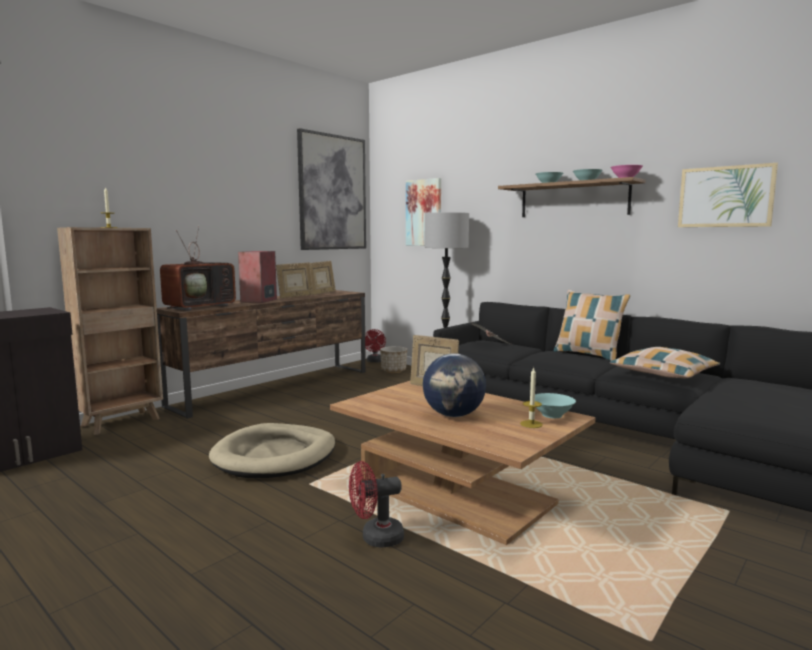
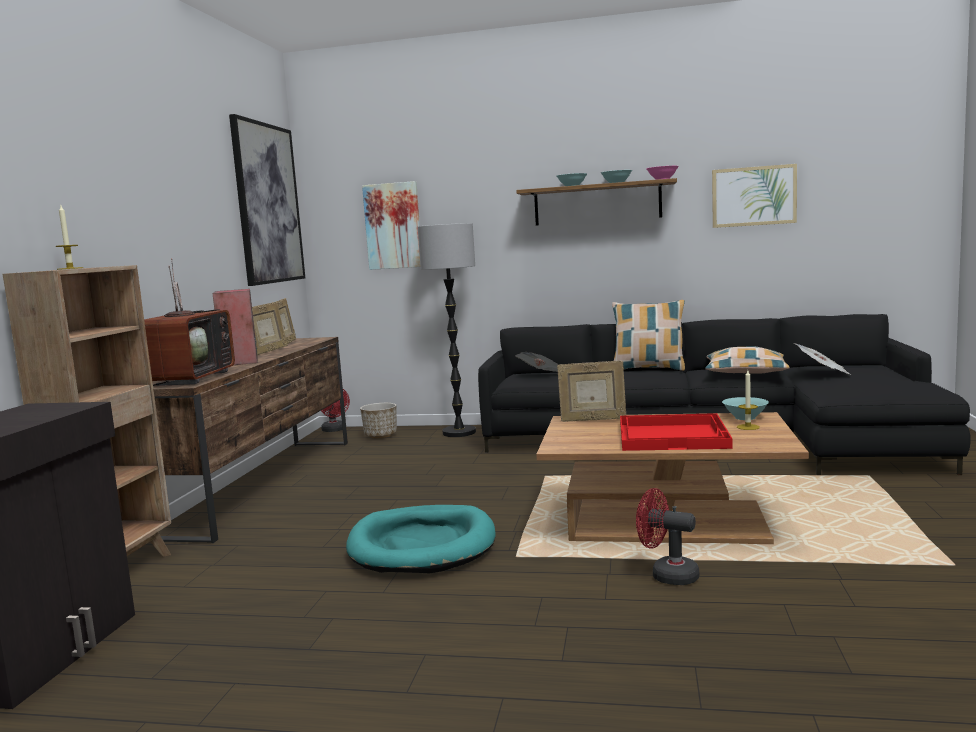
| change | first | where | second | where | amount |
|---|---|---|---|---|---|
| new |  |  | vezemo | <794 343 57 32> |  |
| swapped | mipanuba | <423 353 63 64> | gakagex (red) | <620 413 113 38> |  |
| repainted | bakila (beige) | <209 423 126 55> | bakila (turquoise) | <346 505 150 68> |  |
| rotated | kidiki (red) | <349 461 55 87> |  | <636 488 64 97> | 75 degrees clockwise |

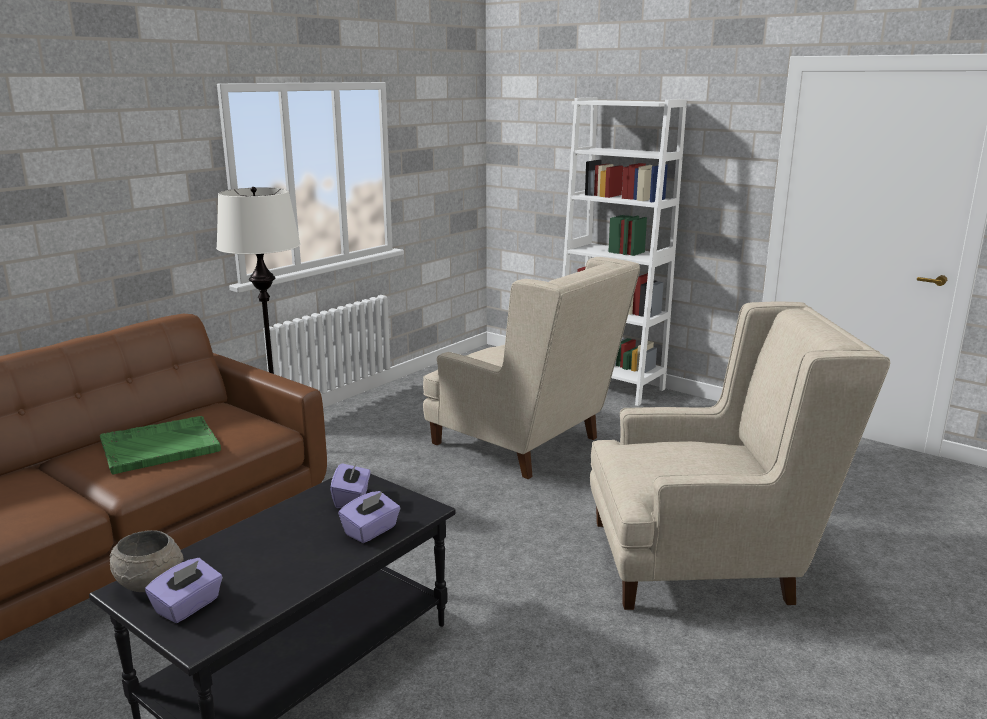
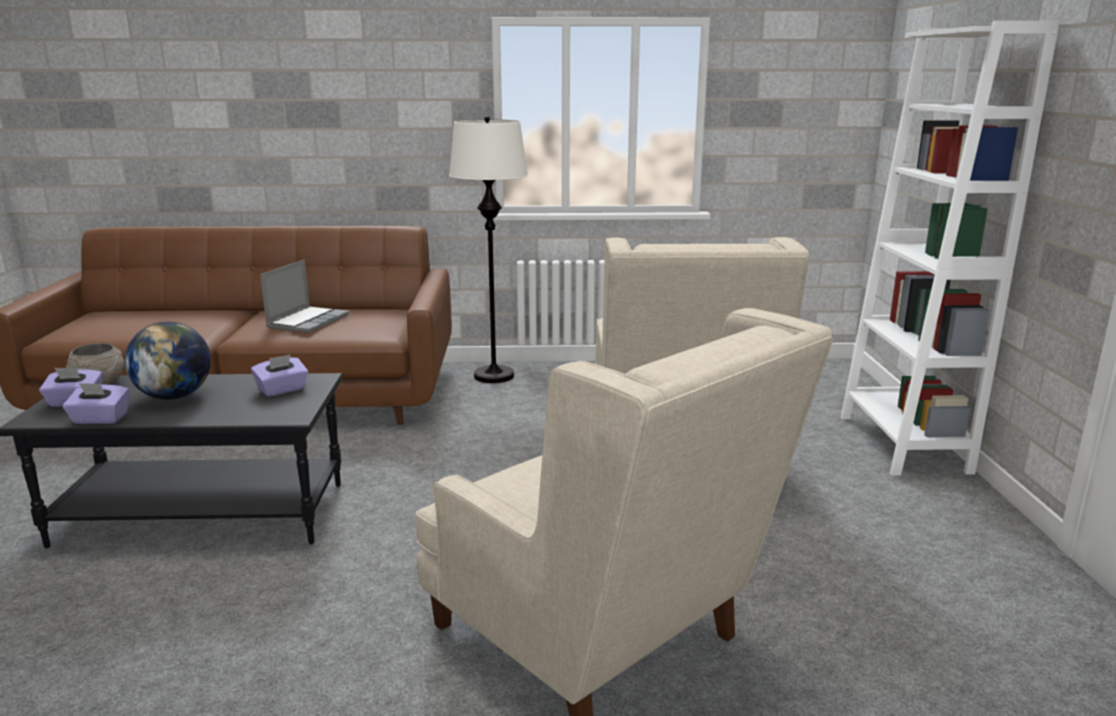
| change | first | where | second | where | amount |
|---|---|---|---|---|---|
| new |  |  | mipanuba | <125 322 86 78> |  |
| shifted | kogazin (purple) | <338 491 63 52> |  | <63 383 66 41> |  |
| swapped | gakagex (green) | <100 416 121 59> | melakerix | <260 260 90 73> |  |

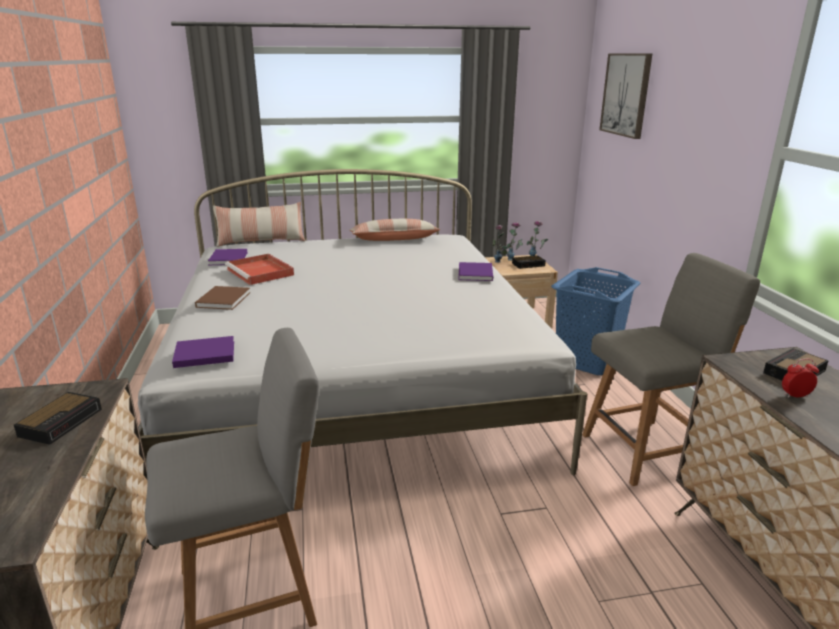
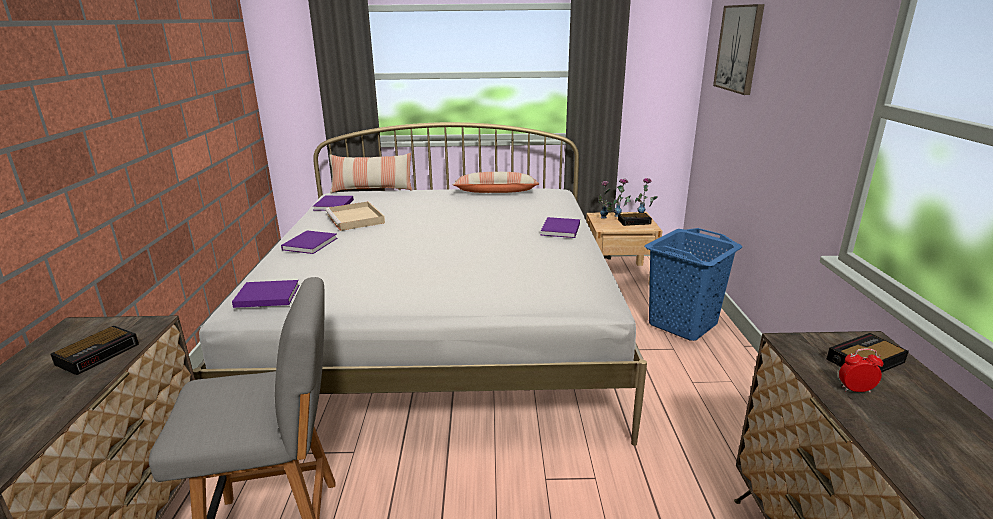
| change | first | where | second | where | amount |
|---|---|---|---|---|---|
| gone | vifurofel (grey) | <582 253 178 233> |  |  |  |
| repainted | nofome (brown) | <195 286 56 24> | nofome (purple) | <281 230 56 24> |  |
| repainted | gakagex (red) | <225 254 69 31> | gakagex (beige) | <325 201 60 30> |  |

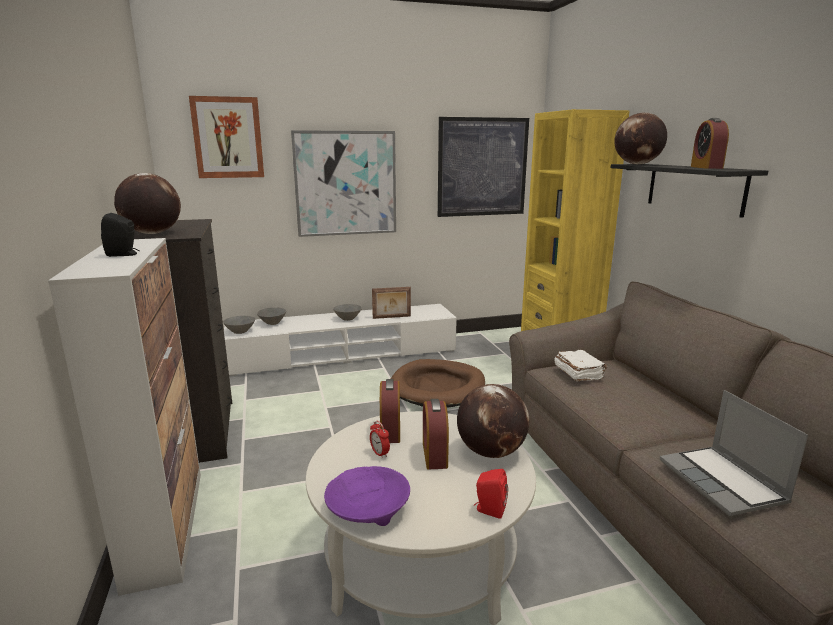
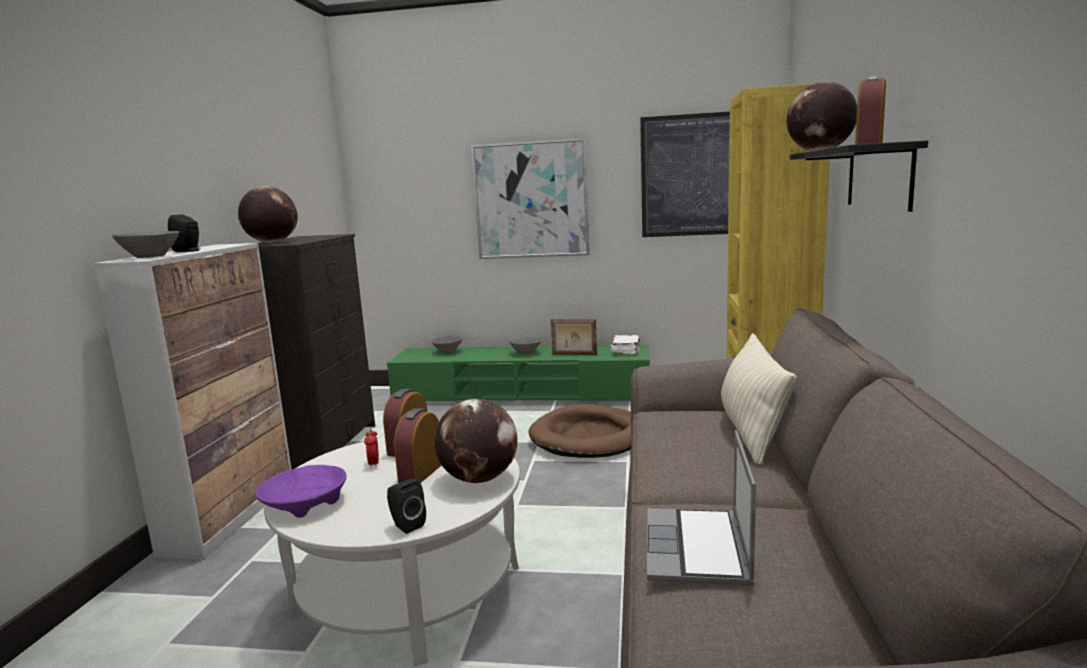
| change | first | where | second | where | amount |
|---|---|---|---|---|---|
| gone | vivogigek | <189 96 75 82> |  |  |  |
| new |  |  | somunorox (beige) | <721 333 76 132> |  |
| shifted | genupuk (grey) | <223 316 32 18> |  | <112 231 67 27> |  |
| shifted | nofome (white) | <554 350 53 31> |  | <611 335 29 20> |  |
| repainted | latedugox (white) | <224 304 233 72> | latedugox (green) | <387 345 263 58> |  |
| repainted | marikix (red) | <474 469 34 50> | marikix (black) | <387 479 39 55> |  |

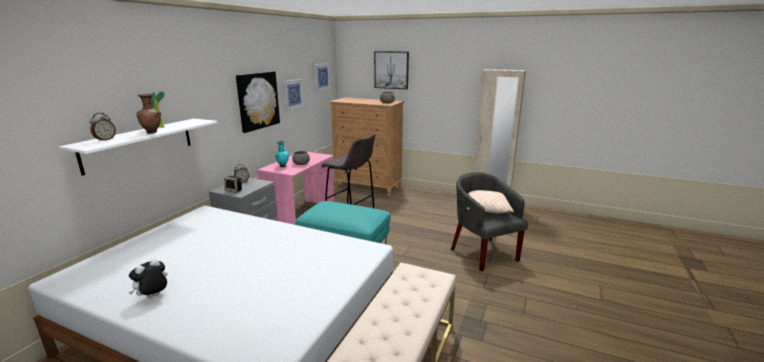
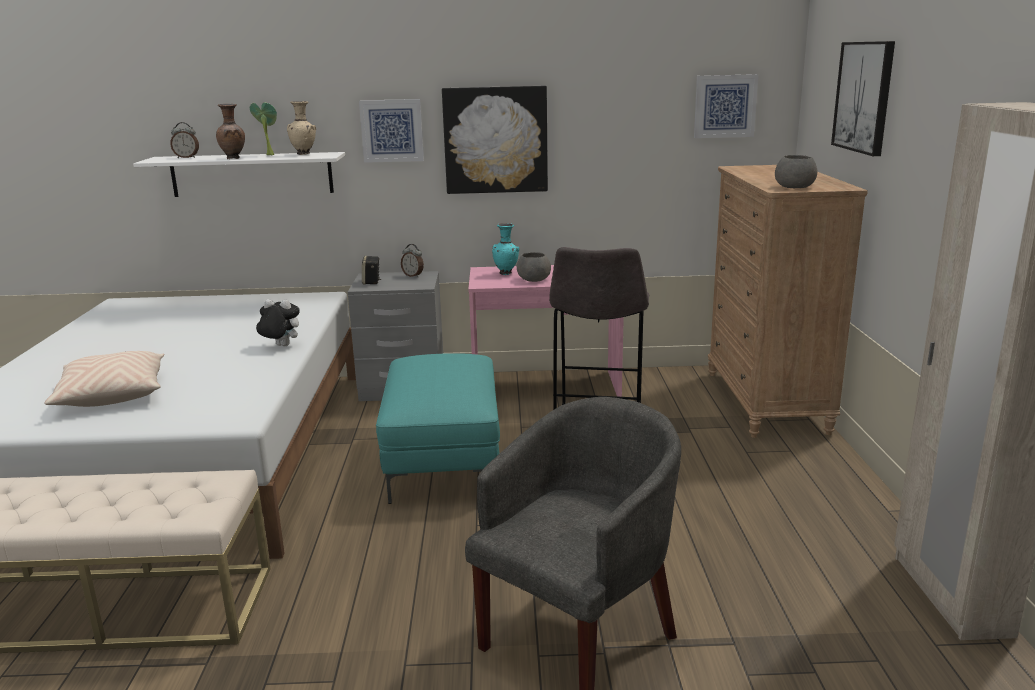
| change | first | where | second | where | amount |
|---|---|---|---|---|---|
| new |  |  | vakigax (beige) | <287 101 29 54> |  |
| shifted | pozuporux | <129 259 38 39> |  | <256 299 44 47> |  |
| shifted | vivogigek | <283 79 21 31> |  | <359 99 65 64> |  |
| shifted | somunorox (beige) | <467 190 47 23> |  | <44 351 120 56> |  |

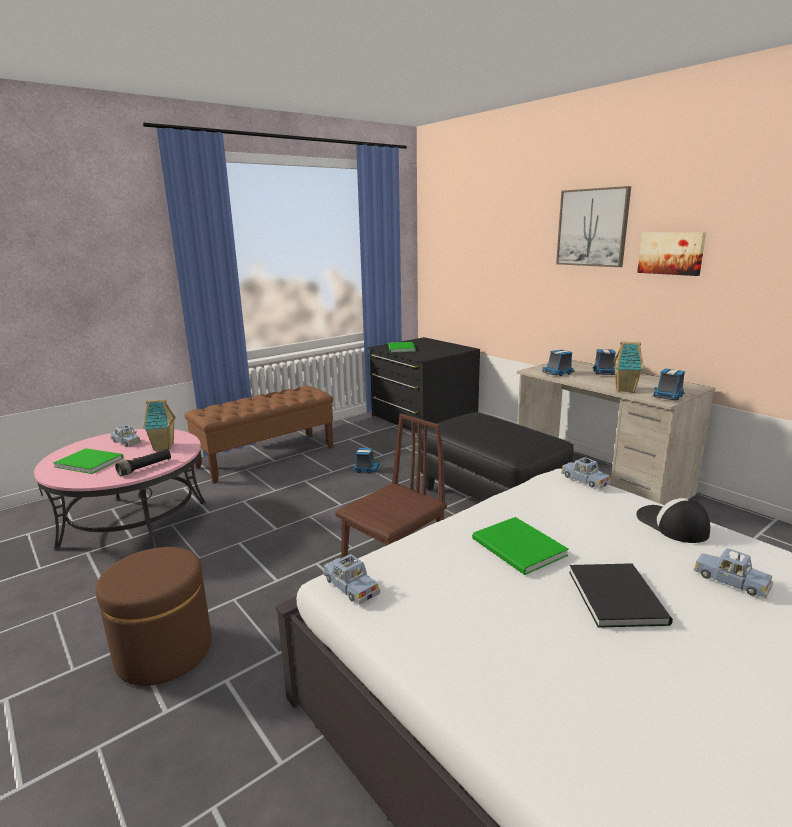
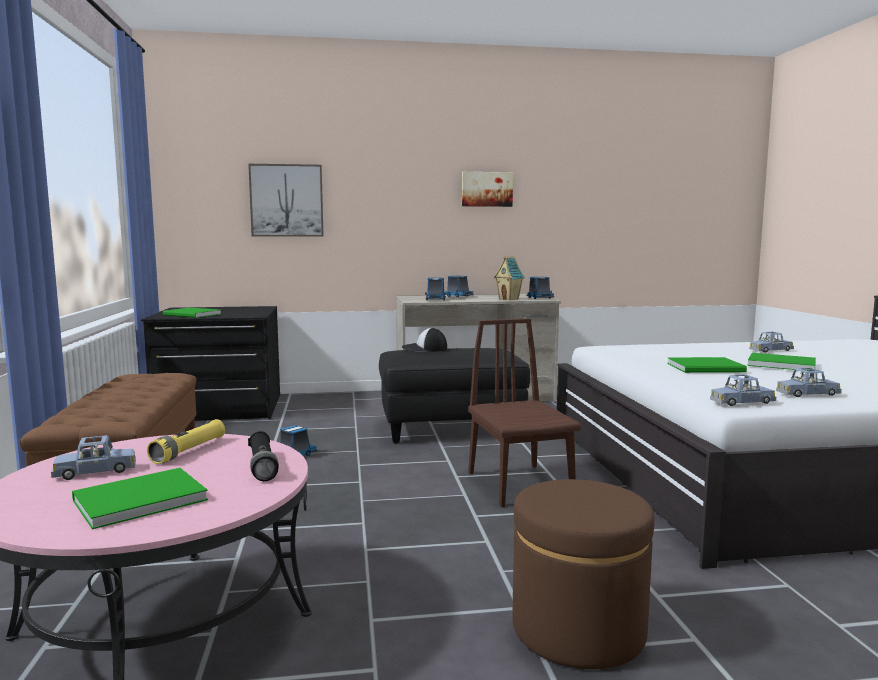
| change | first | where | second | where | amount |
|---|---|---|---|---|---|
| shifted | vivogigek | <556 186 75 81> |  | <248 164 76 72> |  |
| shifted | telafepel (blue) | <561 457 50 32> |  | <776 368 66 29> |  |
| shifted | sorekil | <636 498 74 45> |  | <402 328 45 24> |  |
| swapped | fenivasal | <143 399 33 51> | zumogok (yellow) | <147 419 78 45> |  |
| repainted | nofome (black) | <569 563 104 65> | nofome (green) | <747 353 69 18> |  |

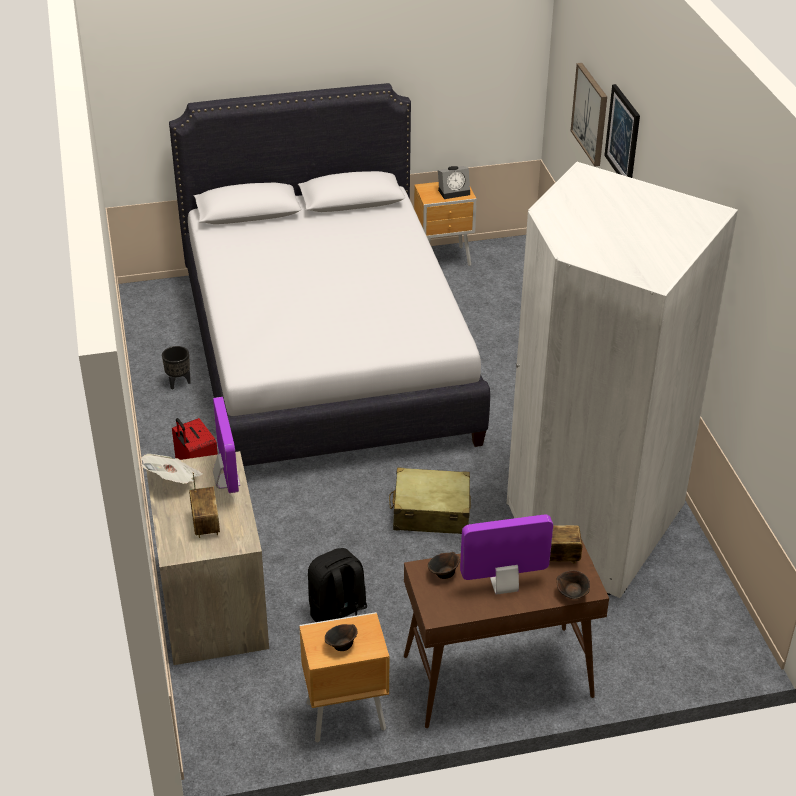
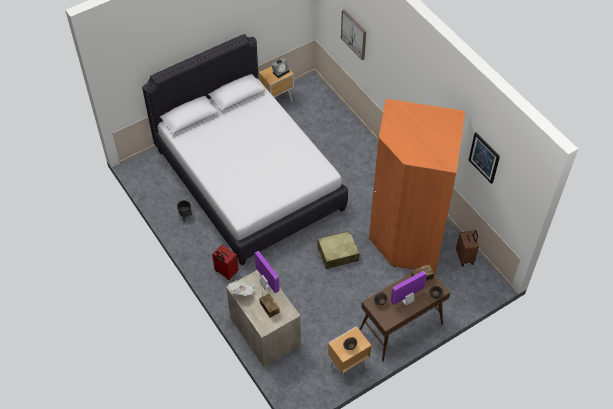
| change | first | where | second | where | amount |
|---|---|---|---|---|---|
| gone | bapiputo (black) | <308 548 59 74> |  |  |  |
| new |  |  | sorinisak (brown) | <456 230 23 36> |  |
| shifted | vivogigek | <604 84 36 94> |  | <469 133 31 51> |  |
| repainted | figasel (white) | <507 162 231 436> | figasel (orange) | <369 99 96 174> |  |

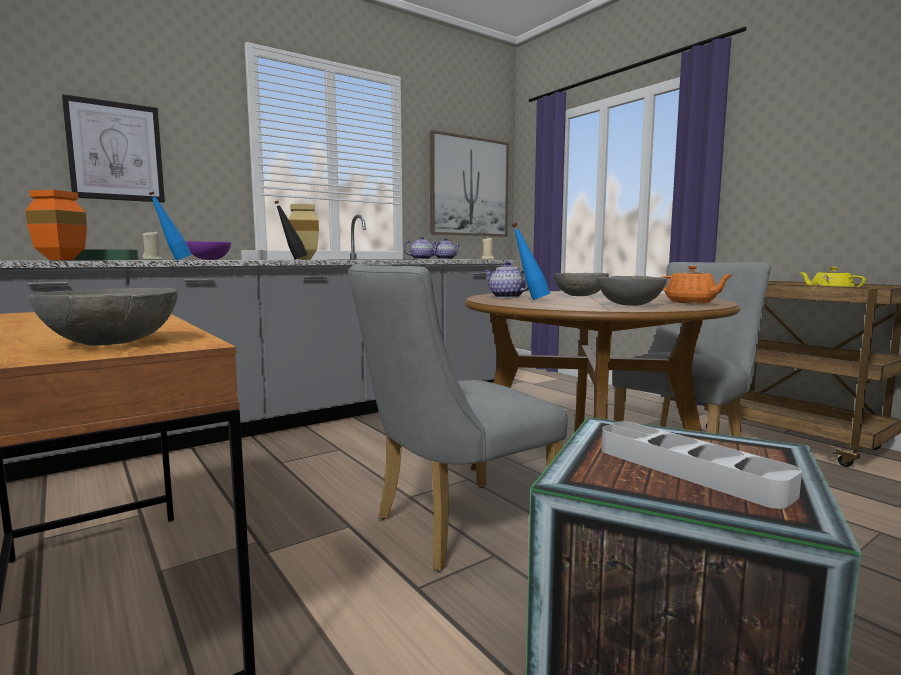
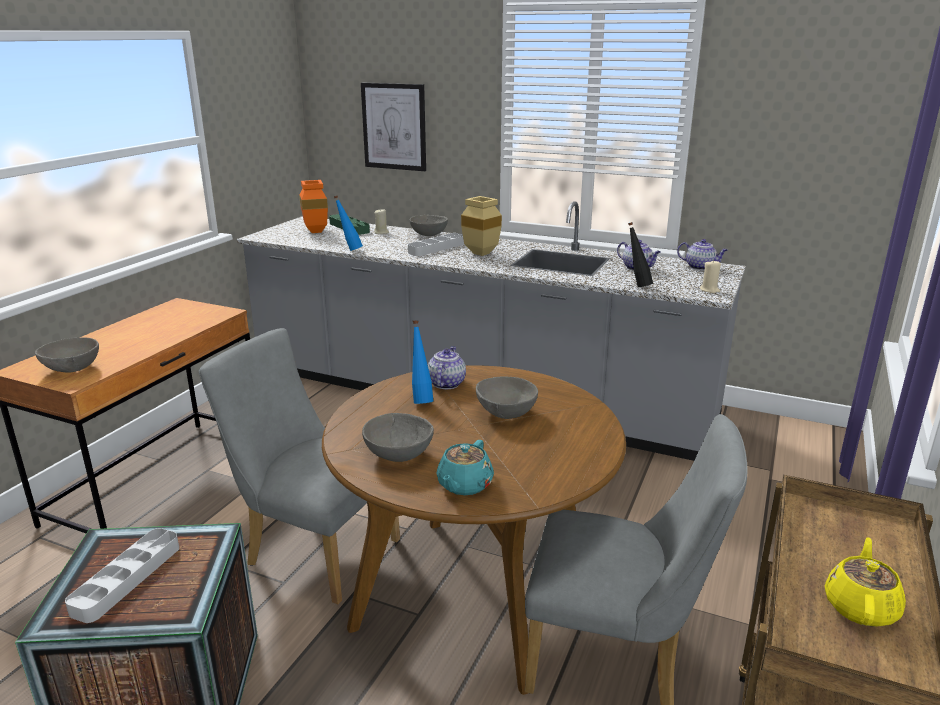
| change | first | where | second | where | amount |
|---|---|---|---|---|---|
| gone | vivogigek | <430 130 79 107> |  |  |  |
| shifted | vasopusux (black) | <274 201 34 59> |  | <628 222 25 65> |  |
| repainted | genupuk (purple) | <186 241 45 19> | genupuk (grey) | <410 215 38 21> |  |
| repainted | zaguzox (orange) | <662 265 70 39> | zaguzox (turquoise) | <436 440 58 55> |  |

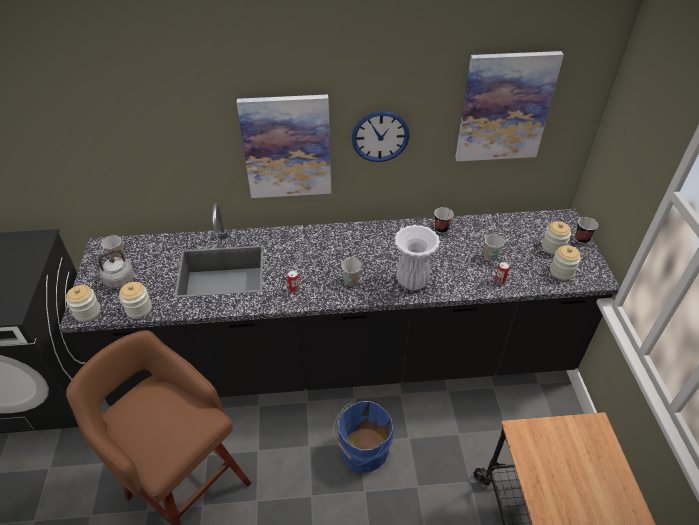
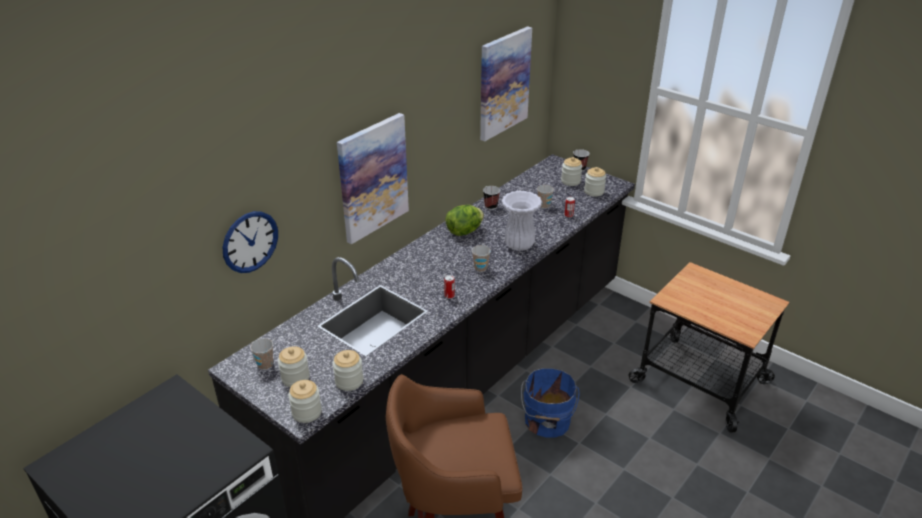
| change | first | where | second | where | amount |
|---|---|---|---|---|---|
| new |  |  | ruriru | <445 205 39 31> |  |
| shifted | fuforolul | <352 111 58 51> |  | <223 211 55 62> |  |
| swapped | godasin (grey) | <88 250 46 38> | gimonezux | <278 346 32 41> |  |

